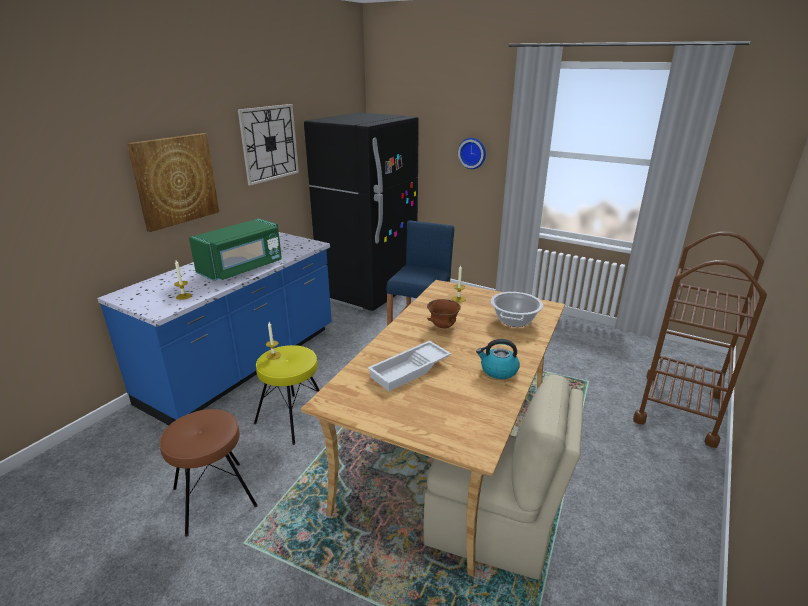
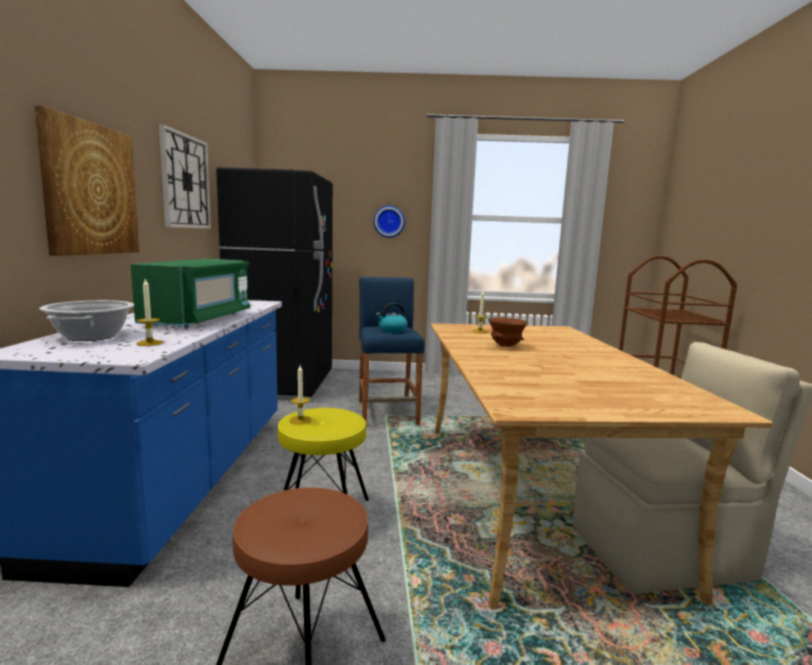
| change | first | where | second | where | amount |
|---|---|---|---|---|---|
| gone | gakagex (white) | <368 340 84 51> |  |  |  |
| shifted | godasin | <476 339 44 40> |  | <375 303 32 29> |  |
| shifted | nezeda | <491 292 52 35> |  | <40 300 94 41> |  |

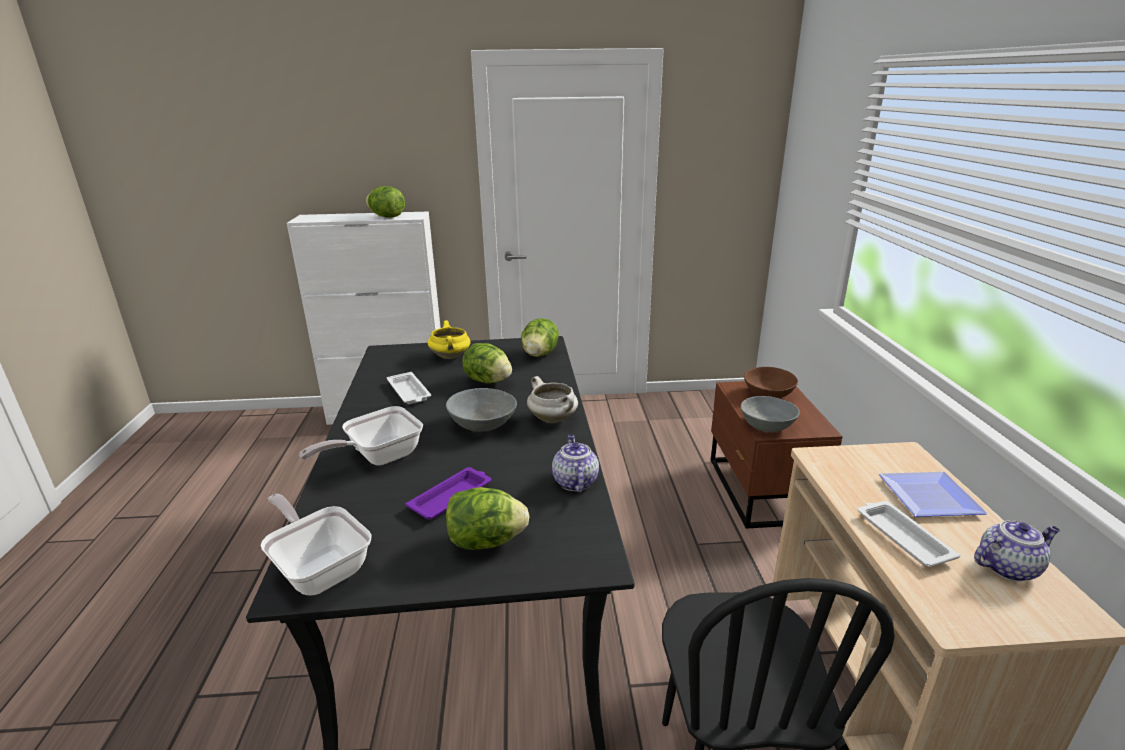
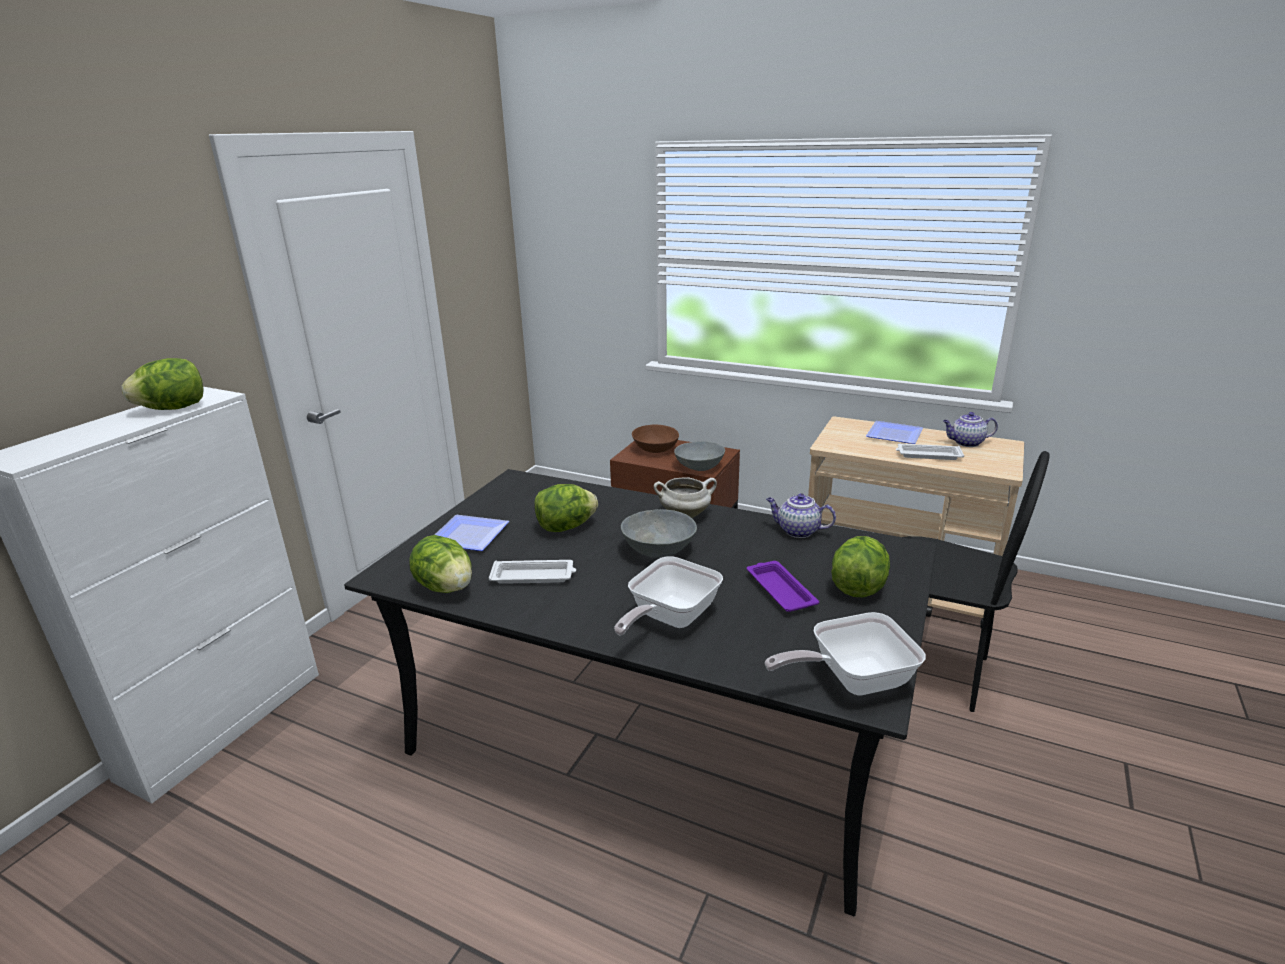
| change | first | where | second | where | amount |
|---|---|---|---|---|---|
| shifted | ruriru | <521 318 38 39> |  | <409 535 63 58> |  |
| swapped | nezeda (yellow) | <428 320 43 39> | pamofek | <435 515 74 36> |  |
| rotated | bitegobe | <299 406 124 59> |  | <614 556 109 79> | 45 degrees clockwise |
| rotated | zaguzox | <974 520 86 61> |  | <943 412 55 35> | 105 degrees counterclockwise |

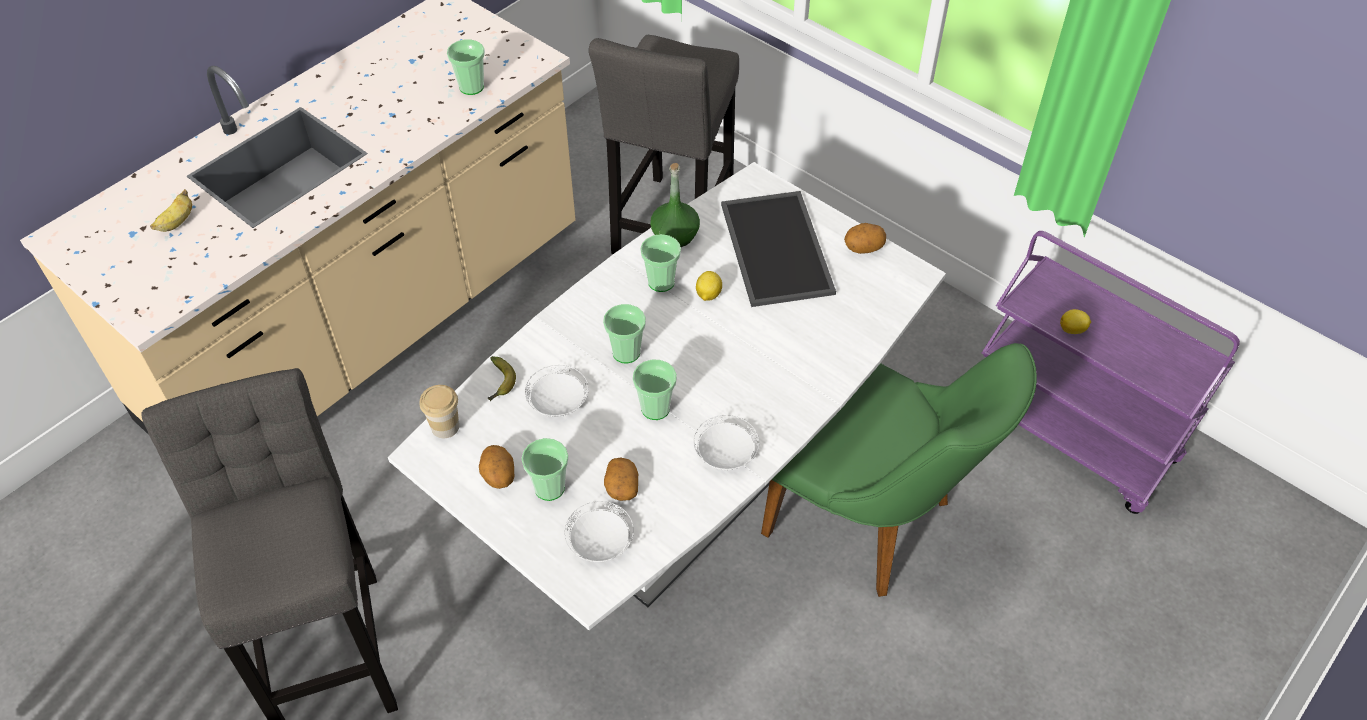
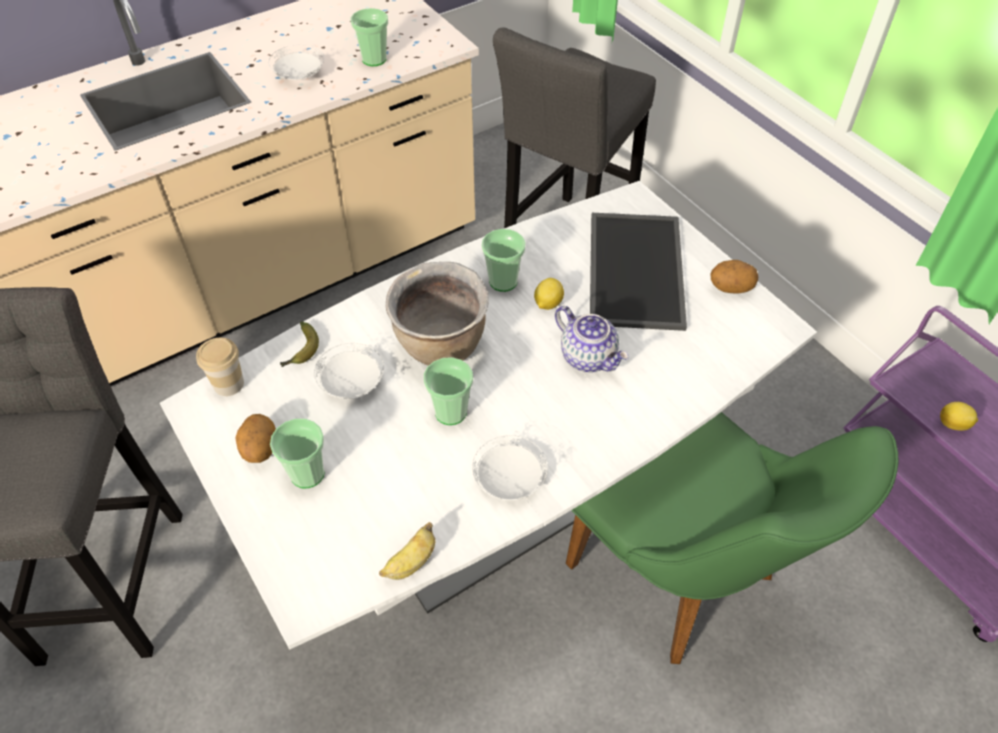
| change | first | where | second | where | amount |
|---|---|---|---|---|---|
| gone | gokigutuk | <604 458 34 43> |  |  |  |
| gone | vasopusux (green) | <650 163 50 84> |  |  |  |
| new |  |  | zaguzox | <555 306 74 66> |  |
| shifted | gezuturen | <150 189 42 43> |  | <379 522 56 58> |  |
| shifted | pamofek (white) | <564 501 70 61> |  | <268 44 56 36> |  |
| swapped | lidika | <603 304 43 59> | nezeda (brown) | <386 262 102 104> |  |

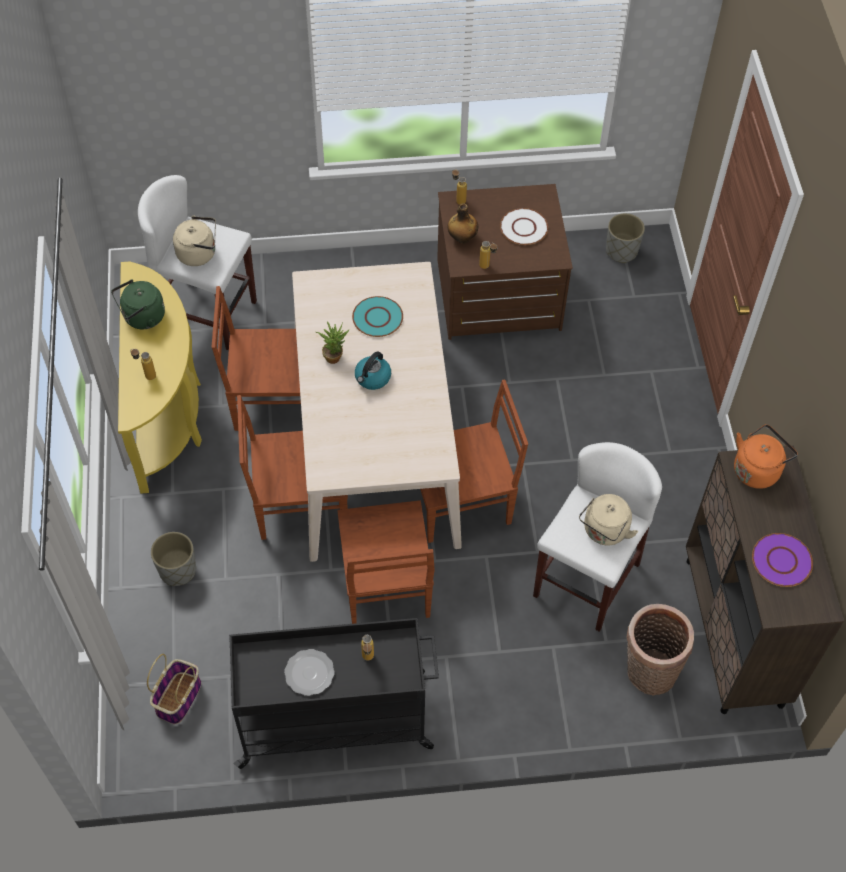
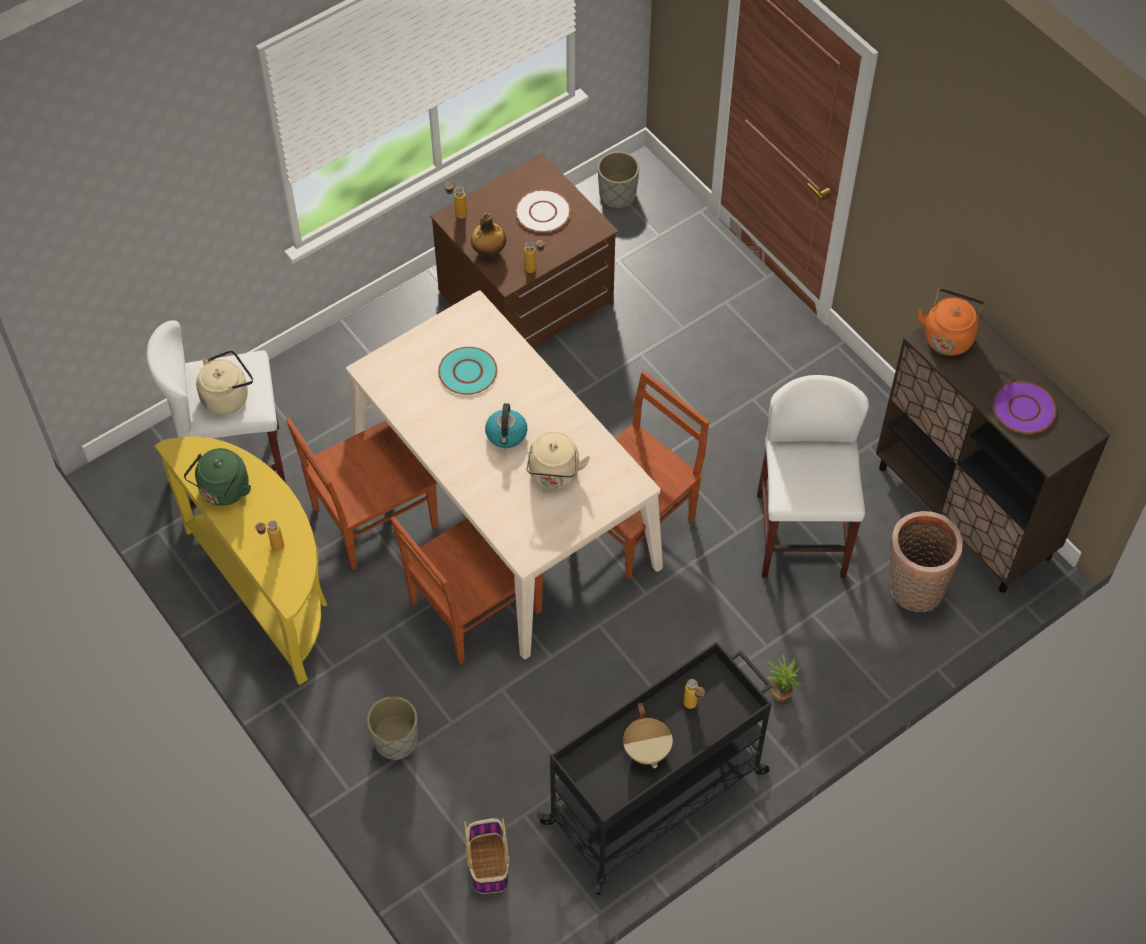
| change | first | where | second | where | amount |
|---|---|---|---|---|---|
| gone | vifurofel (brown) | <337 500 98 124> |  |  |  |
| shifted | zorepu | <316 322 33 42> |  | <765 654 36 47> |  |
| shifted | godasin (beige) | <579 494 59 51> |  | <527 432 63 57> |  |
| swapped | pamofek | <284 649 51 47> | nezeda (beige) | <623 703 50 65> |  |

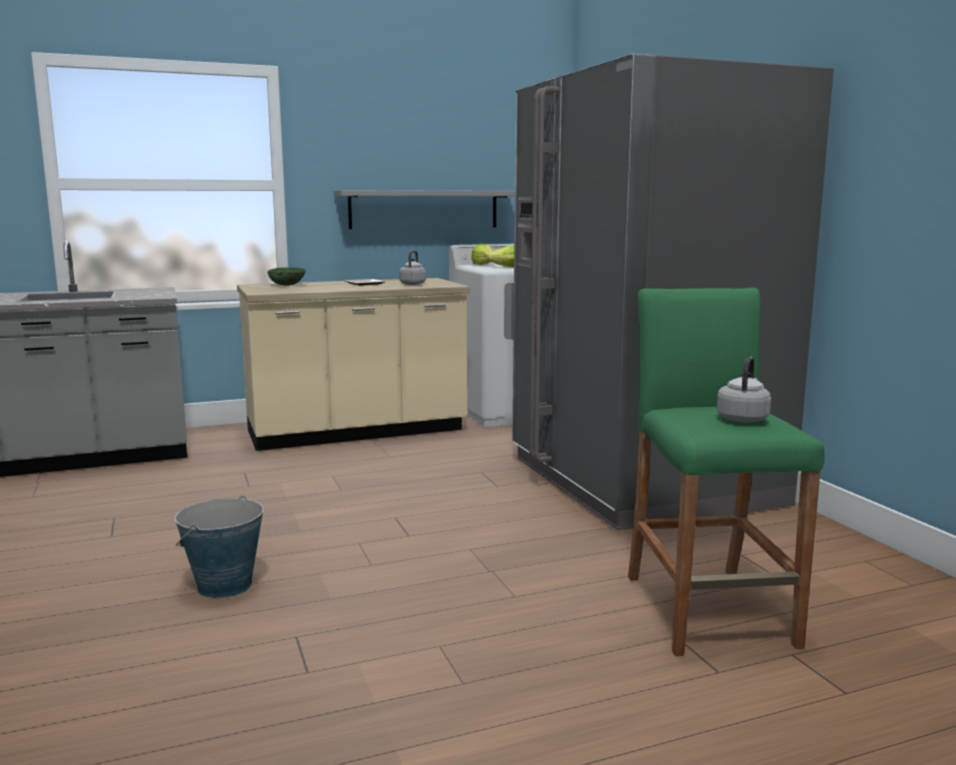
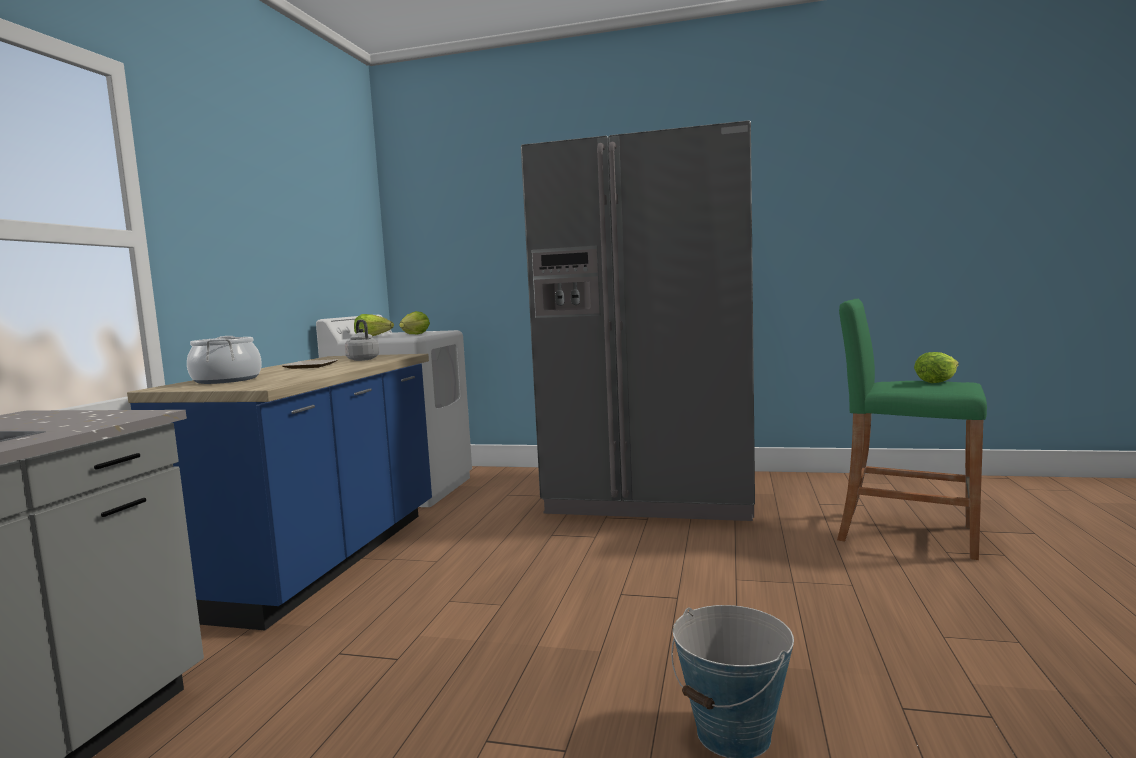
| change | first | where | second | where | amount |
|---|---|---|---|---|---|
| gone | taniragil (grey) | <333 190 182 39> |  |  |  |
| swapped | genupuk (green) | <267 267 39 19> | nezeda | <187 336 75 48> |  |
| swapped | godasin (grey) | <717 357 54 66> | ruriru | <914 352 45 31> |  |
| repainted | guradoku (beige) | <237 278 233 173> | guradoku (blue) | <127 354 305 276> |  |

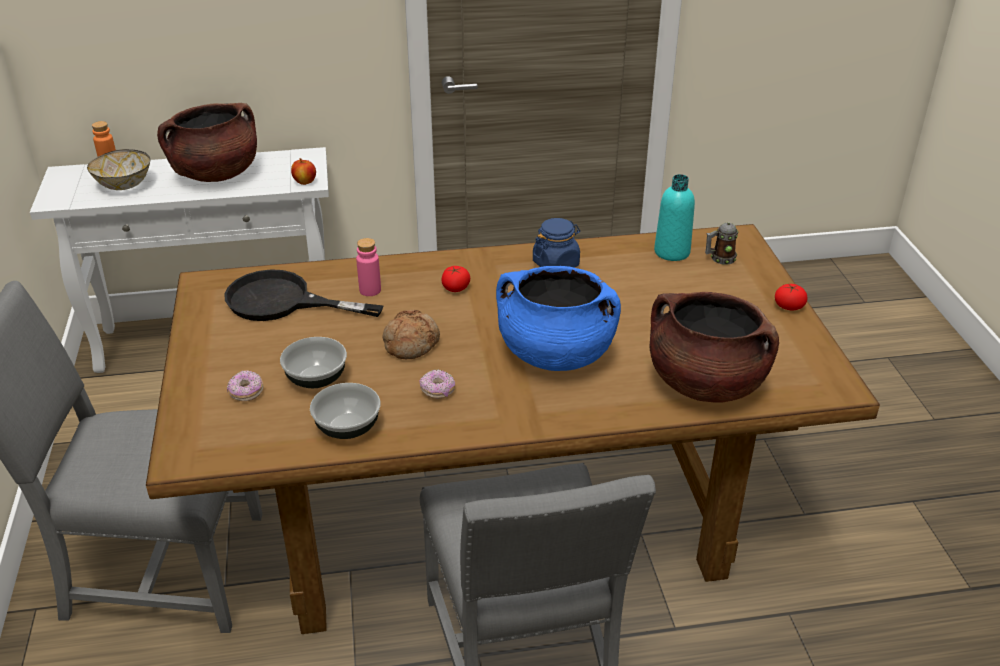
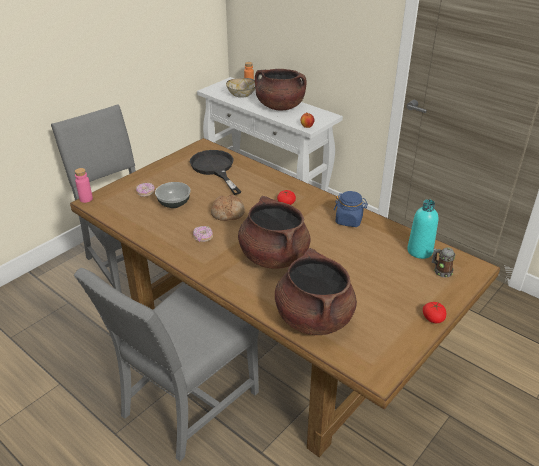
| change | first | where | second | where | amount |
|---|---|---|---|---|---|
| gone | genupuk | <310 383 71 56> |  |  |  |
| shifted | vasopusux (pink) | <356 238 25 58> |  | <74 168 19 35> |  |
| repainted | nezeda (blue) | <496 266 125 105> | nezeda (brown) | <238 196 73 73> |  |

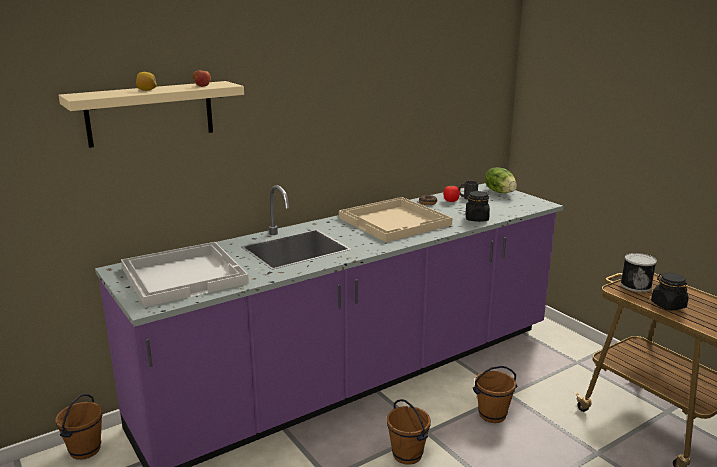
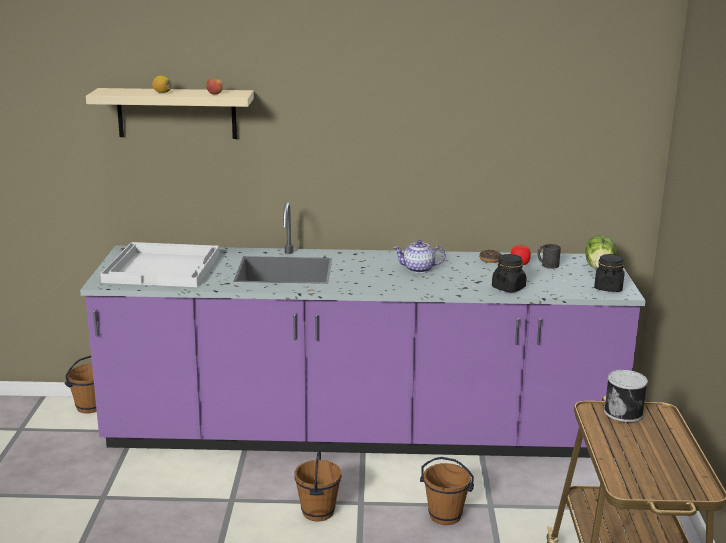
| change | first | where | second | where | amount |
|---|---|---|---|---|---|
| shifted | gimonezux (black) | <651 273 38 38> |  | <594 254 31 38> |  |
| swapped | gakagex (beige) | <339 197 113 45> | zaguzox | <393 240 53 33> |  |

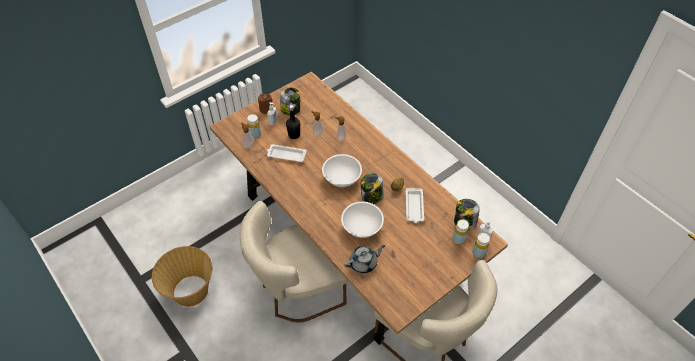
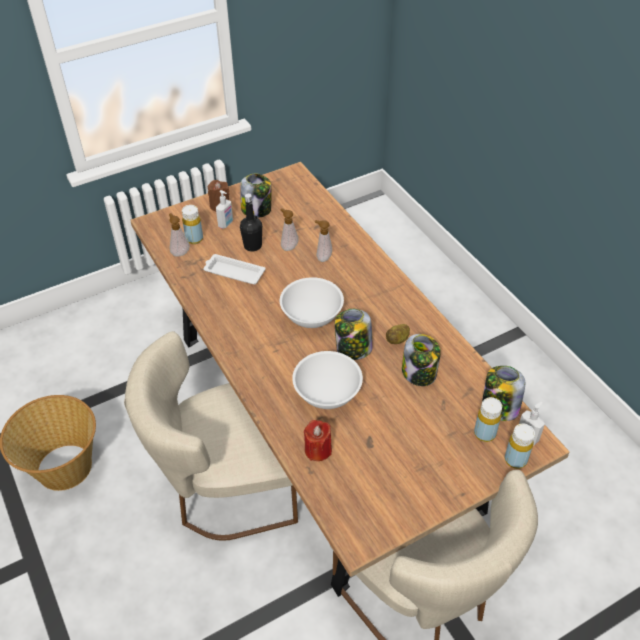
| change | first | where | second | where | amount |
|---|---|---|---|---|---|
| swapped | zaguzox (grey) | <344 245 41 28> | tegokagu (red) | <304 420 28 41> |  |
| swapped | gakagex (white) | <406 188 18 35> | gimonezux | <402 334 39 52> |  |

